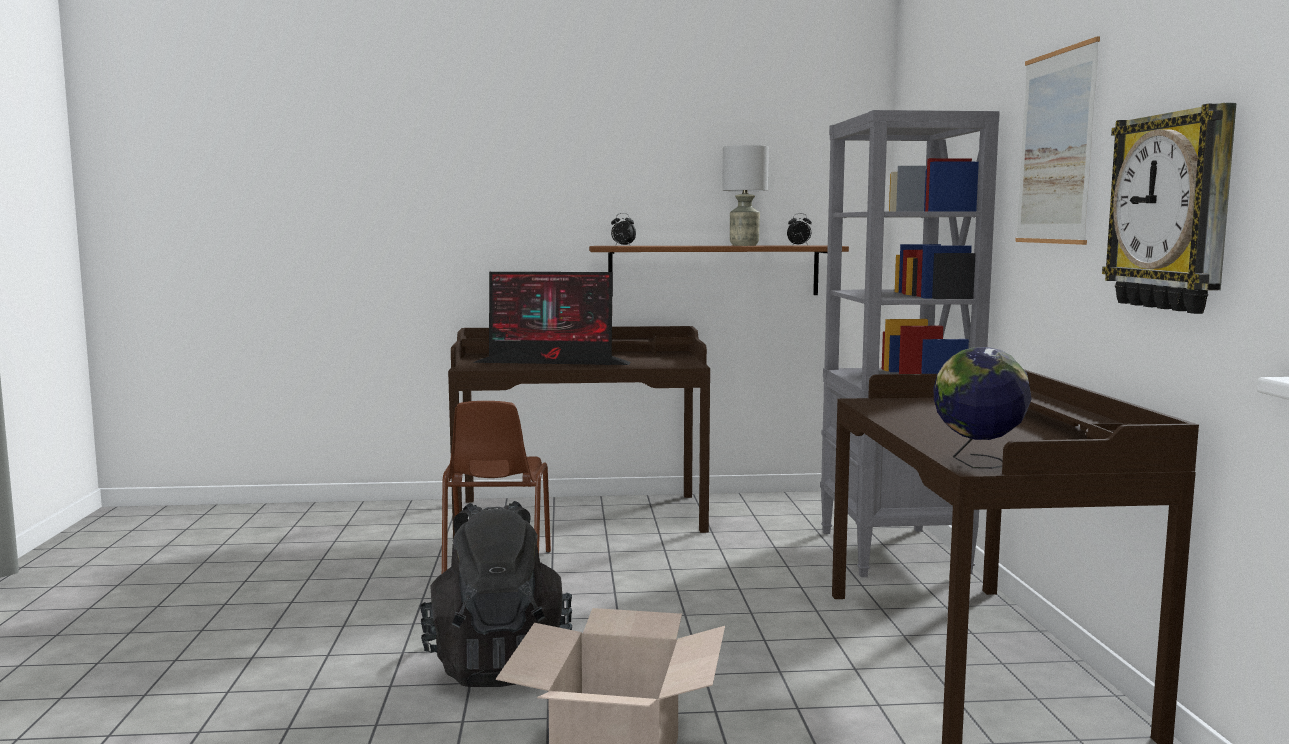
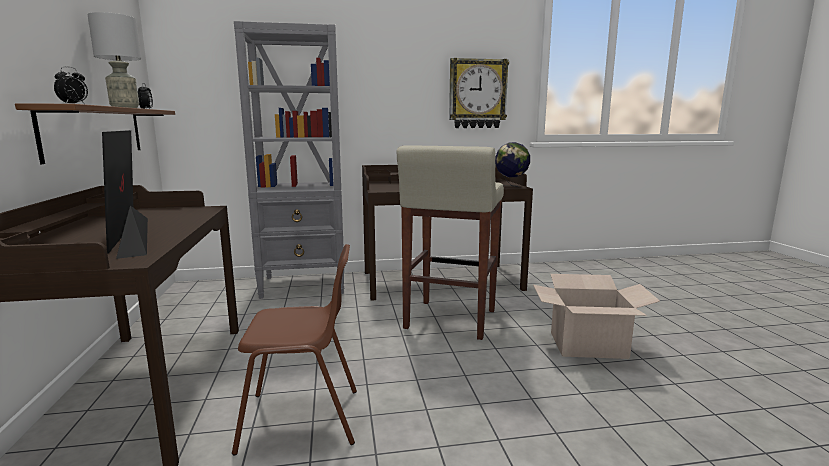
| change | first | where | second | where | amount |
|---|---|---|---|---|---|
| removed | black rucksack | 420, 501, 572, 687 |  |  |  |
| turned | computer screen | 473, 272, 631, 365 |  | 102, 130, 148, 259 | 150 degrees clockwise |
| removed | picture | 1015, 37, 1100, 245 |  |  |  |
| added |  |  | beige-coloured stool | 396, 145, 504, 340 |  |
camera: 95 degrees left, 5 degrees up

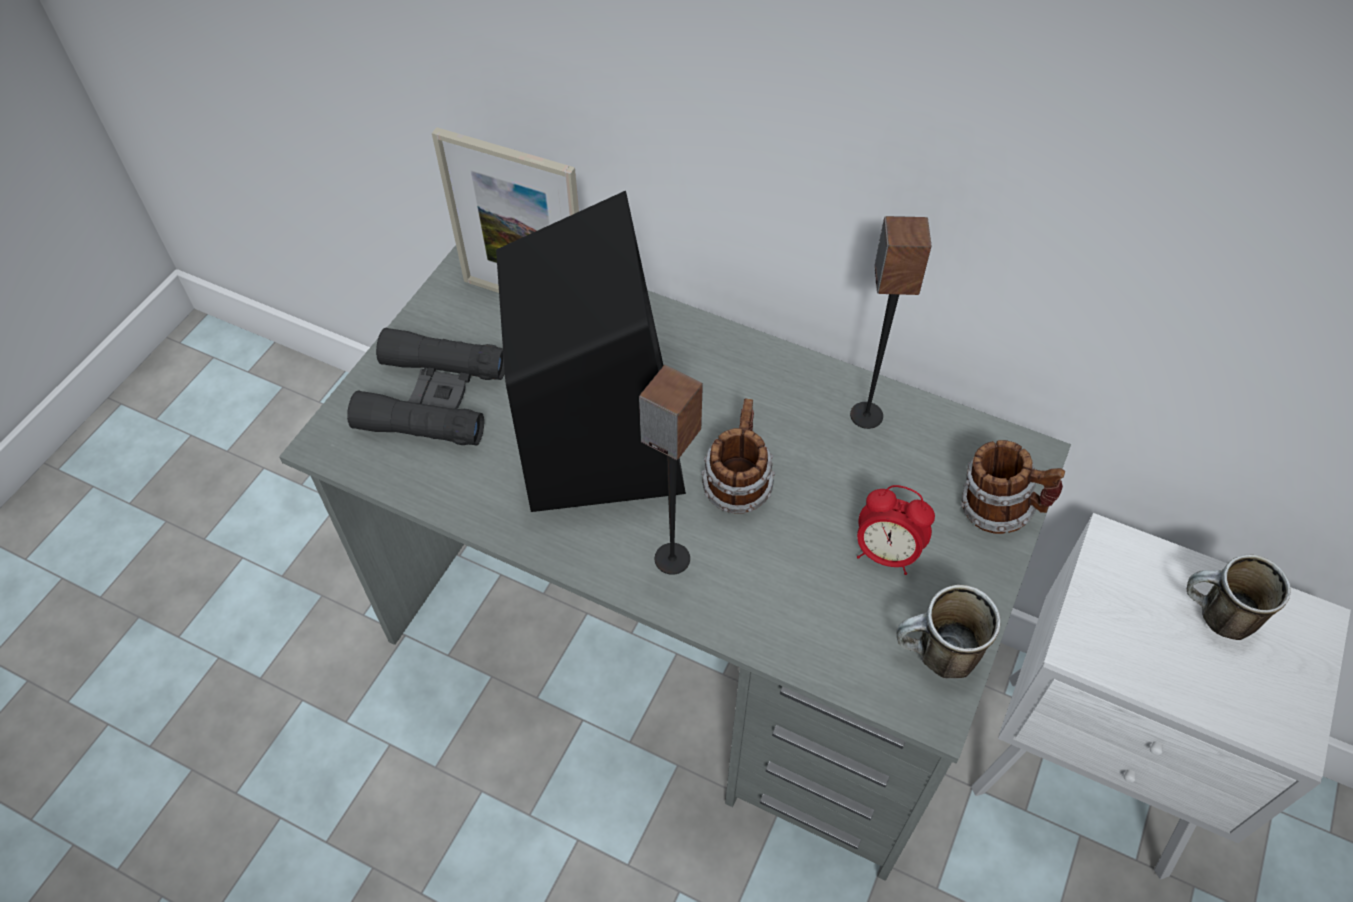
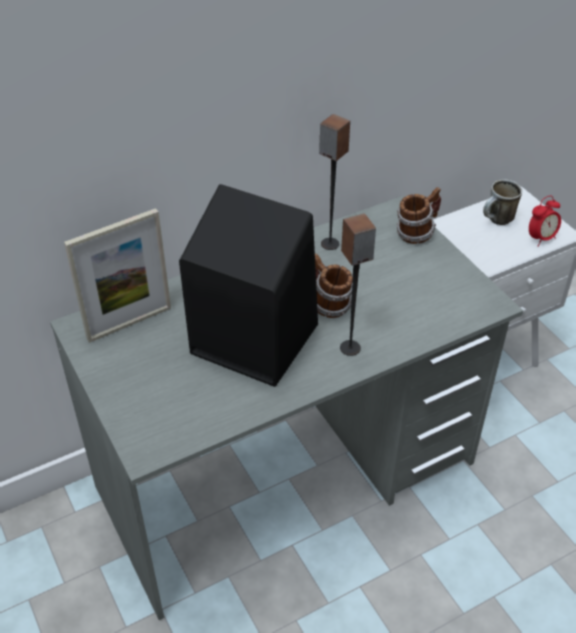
| change | first | where | second | where | amount |
|---|---|---|---|---|---|
| removed | black field glasses | 347, 328, 505, 446 |  |  |  |
| moved | alarm clock | 857, 485, 935, 575 |  | 529, 196, 561, 247 |  |
| removed | tea mug | 896, 585, 1000, 678 |  |  |  |
camera: 55 degrees left, 10 degrees down

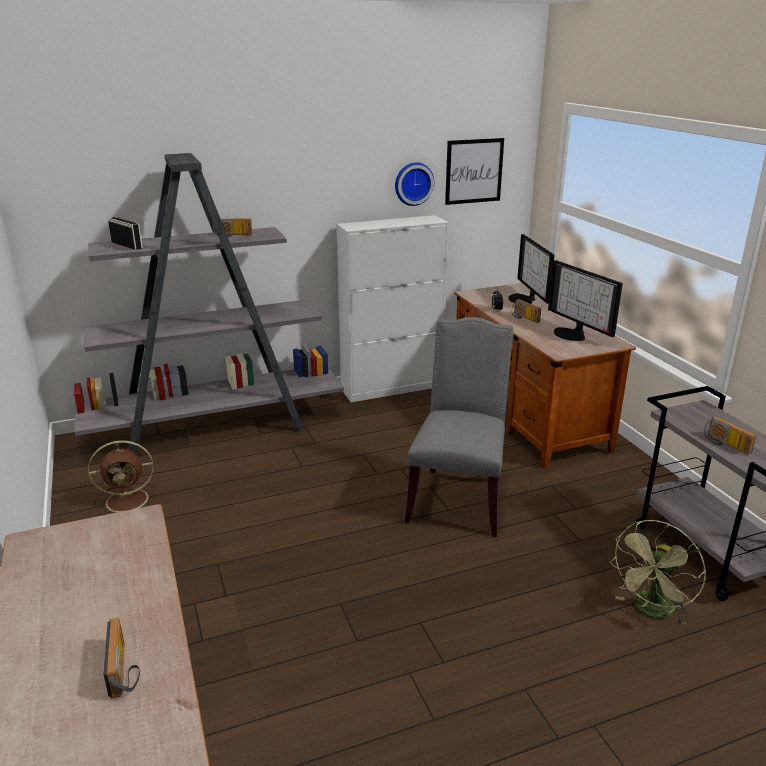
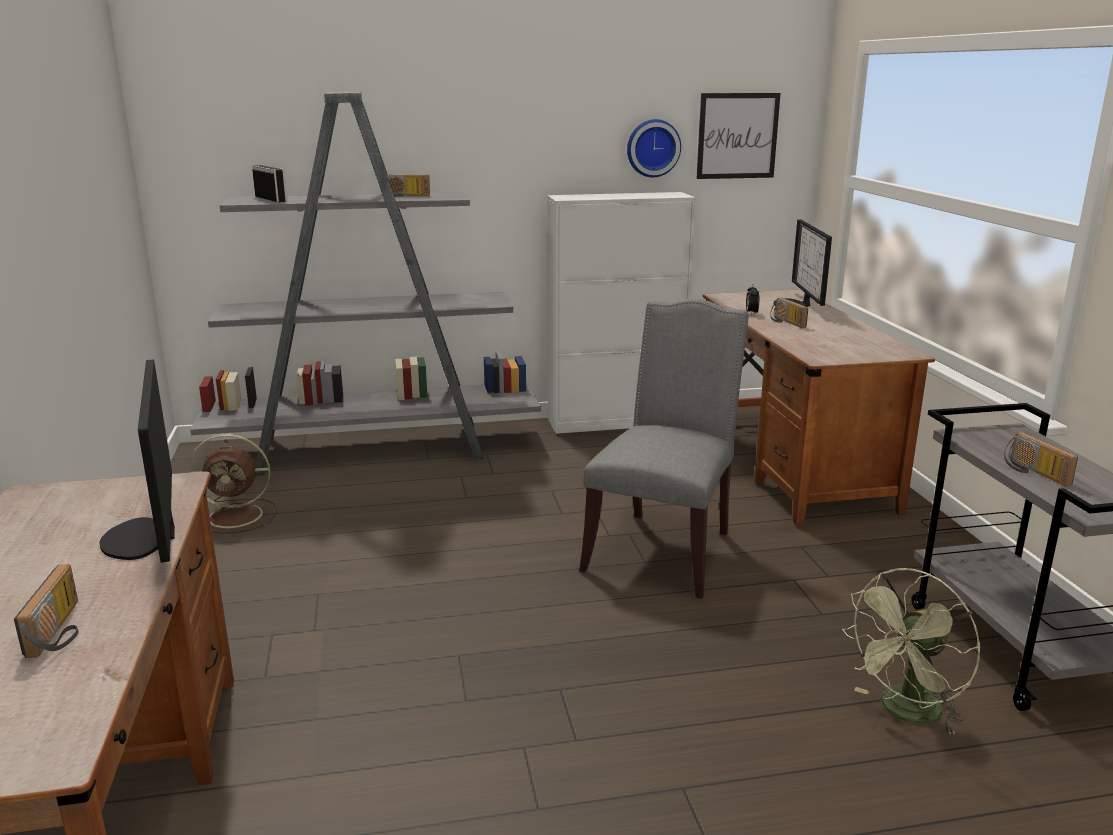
| change | first | where | second | where | amount |
|---|---|---|---|---|---|
| moved | computer screen | 548, 260, 623, 341 |  | 99, 359, 175, 563 |  |
camera: 10 degrees right, 5 degrees down

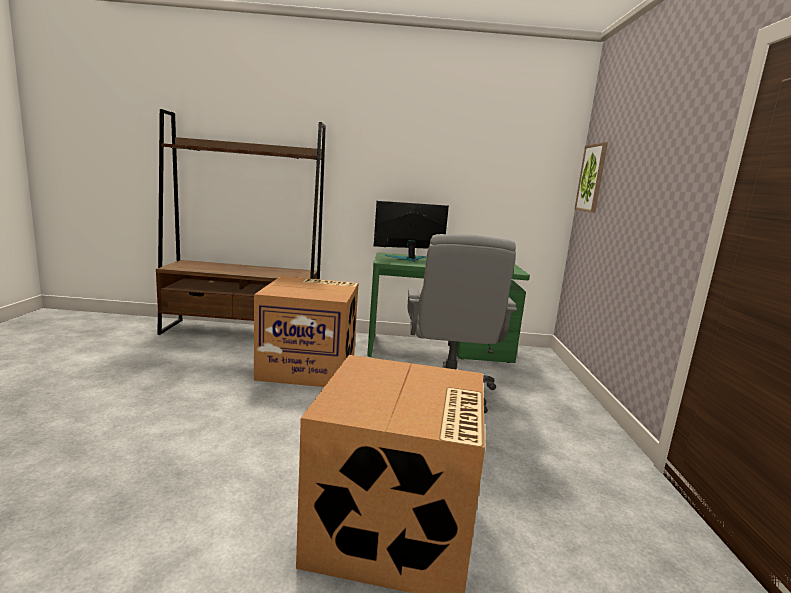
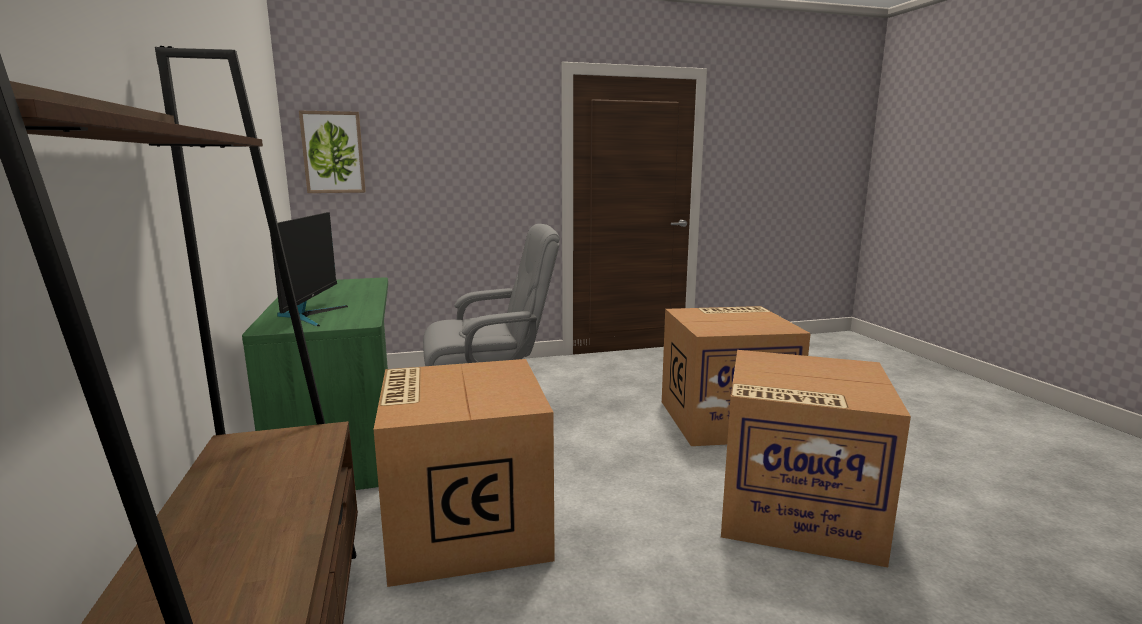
| change | first | where | second | where | amount |
|---|---|---|---|---|---|
| turned | computer screen | 374, 201, 449, 262 |  | 270, 212, 348, 326 | 150 degrees counterclockwise |
| added |  |  | cardboard box | 721, 350, 911, 567 |  |
camera: 105 degrees left, 0 degrees up

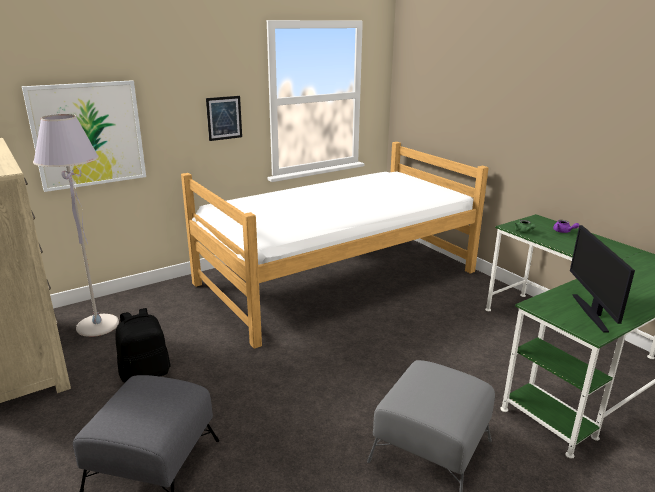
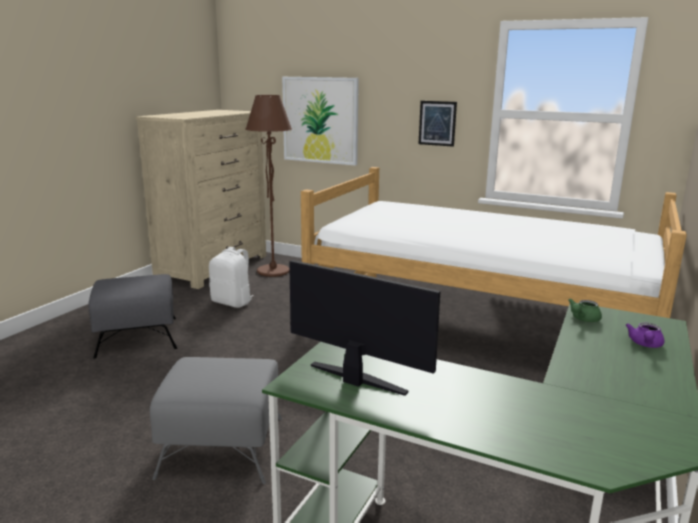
| change | first | where | second | where | amount |
|---|---|---|---|---|---|
| recoloured | greyish floor lamp | 33, 114, 119, 337 | brown floor lamp | 245, 95, 292, 277 |  |
| recoloured | black rucksack | 115, 308, 171, 382 | whitish rucksack | 209, 247, 254, 308 |  |
| turned | computer screen | 570, 225, 635, 333 |  | 289, 260, 441, 396 | 60 degrees clockwise |
camera: 60 degrees right, 5 degrees down

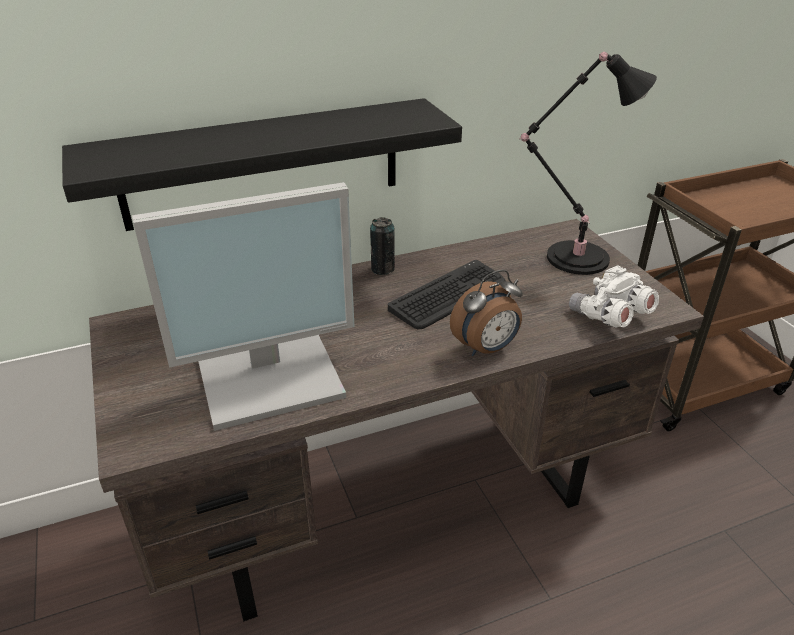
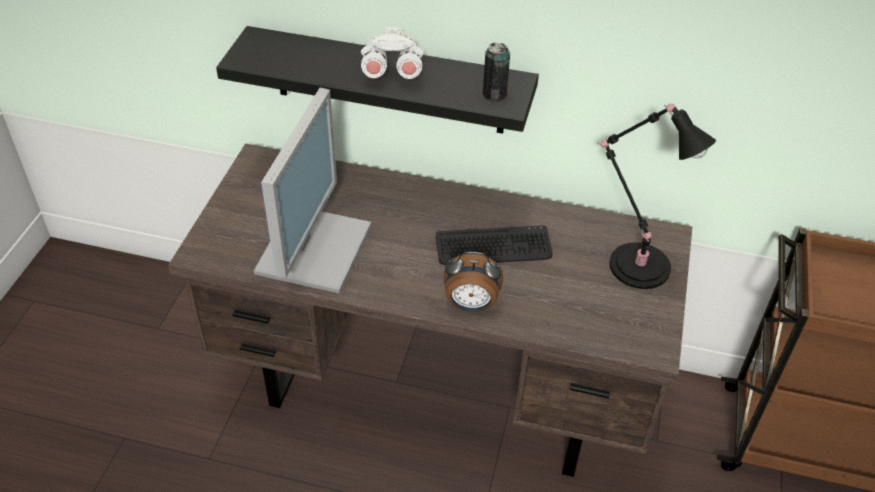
| change | first | where | second | where | amount |
|---|---|---|---|---|---|
| turned | computer screen | 132, 182, 354, 431 |  | 254, 88, 371, 294 | 90 degrees counterclockwise |
| moved | can | 370, 217, 395, 275 |  | 483, 42, 510, 101 |  |
| moved | whitish field glasses | 569, 265, 659, 328 |  | 361, 27, 424, 79 |  |
camera: 35 degrees right, 10 degrees up

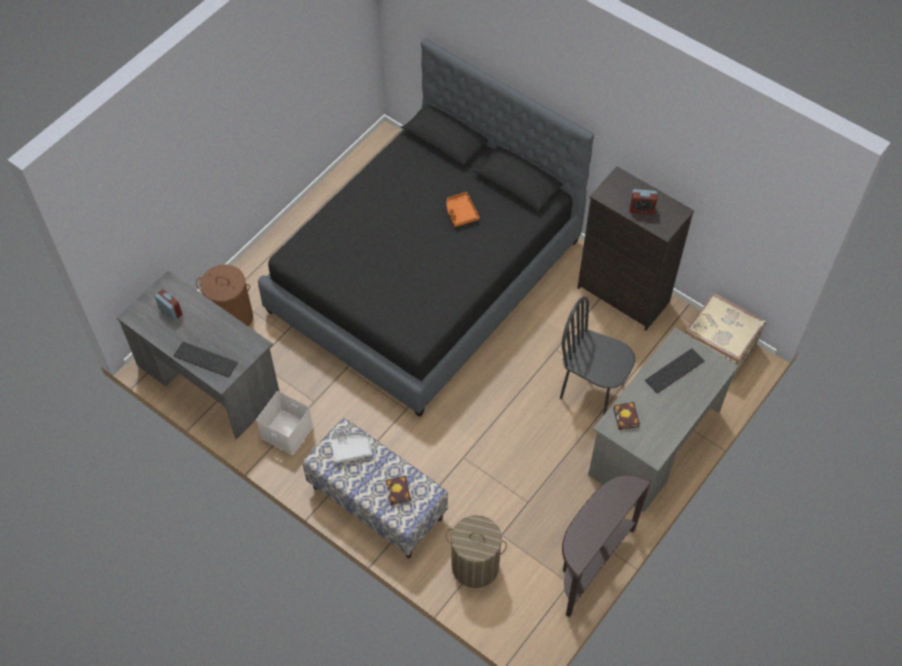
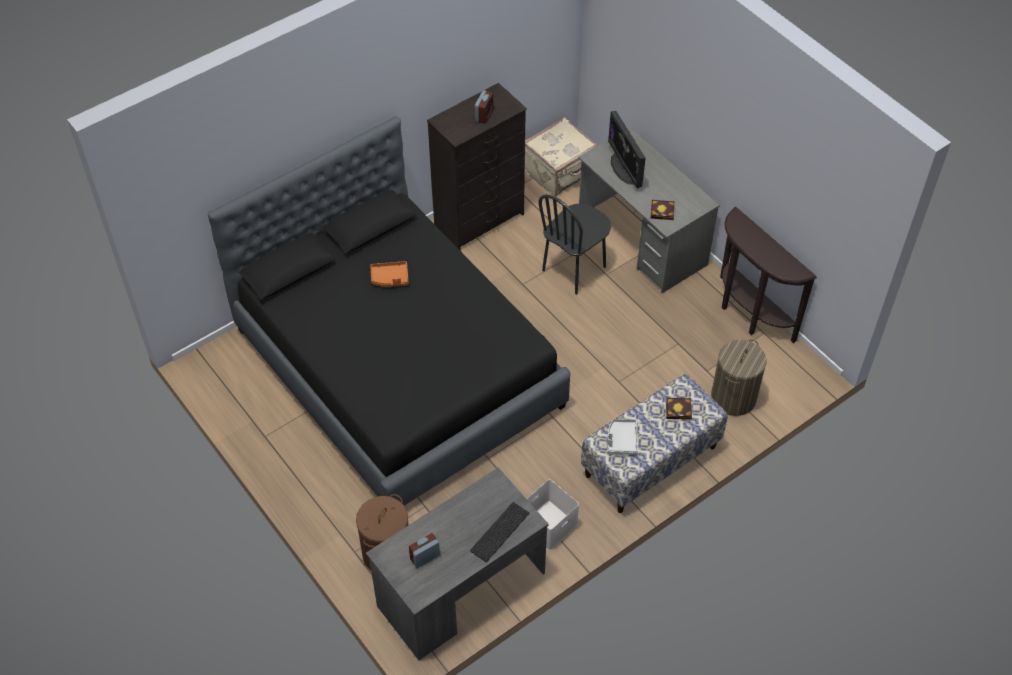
| change | first | where | second | where | amount |
|---|---|---|---|---|---|
| replaced | computer keyboard | 645, 348, 705, 393 | computer screen | 608, 111, 646, 189 |  |
camera: 75 degrees left, 5 degrees down

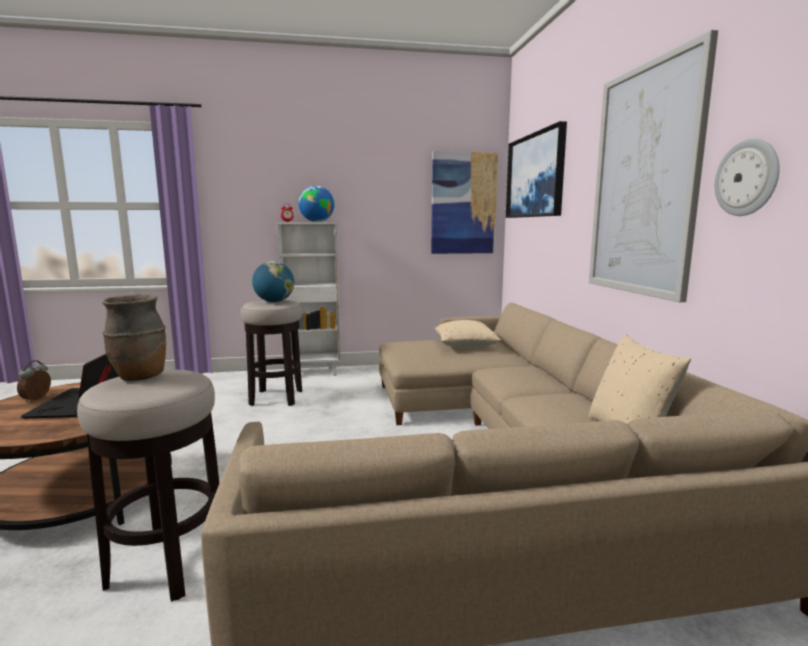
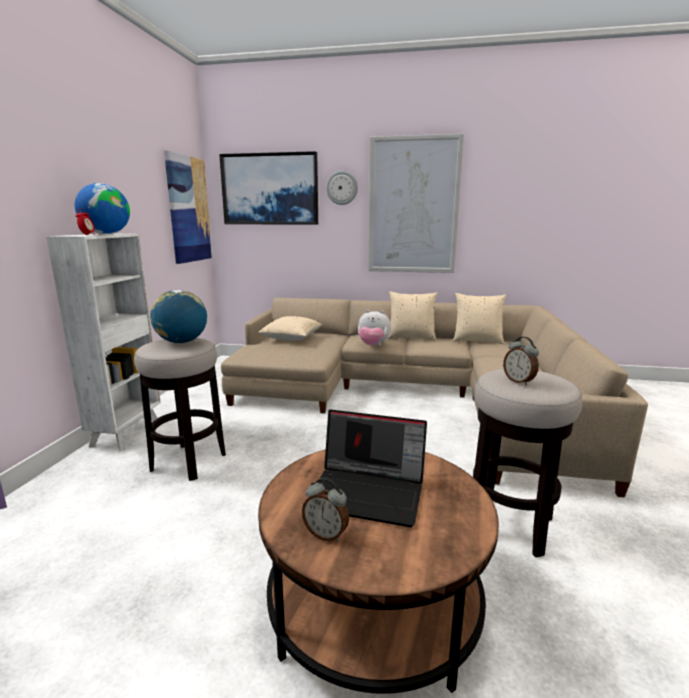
| change | first | where | second | where | amount |
|---|---|---|---|---|---|
| replaced | brown flower vase | 102, 294, 166, 381 | alarm clock | 503, 337, 539, 385 |  |
| moved | wall clock | 715, 139, 779, 216 |  | 326, 171, 358, 205 |  |
| added |  |  | plush toy | 358, 310, 391, 346 |  |
| added |  |  | beige-coloured pillow | 387, 291, 437, 341 |  |
camera: 70 degrees left, 5 degrees up

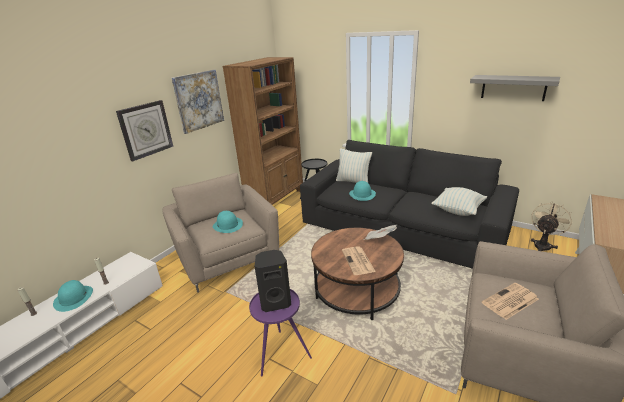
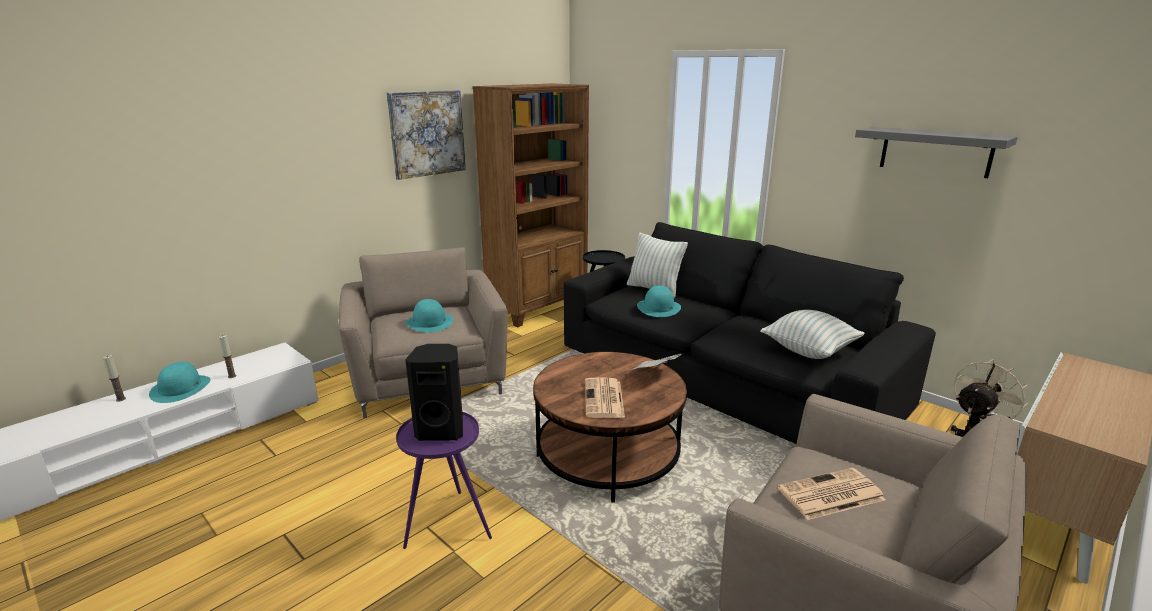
| change | first | where | second | where | amount |
|---|---|---|---|---|---|
| removed | wall clock | 116, 100, 173, 161 |  |  |  |
camera: 10 degrees right, 5 degrees down

